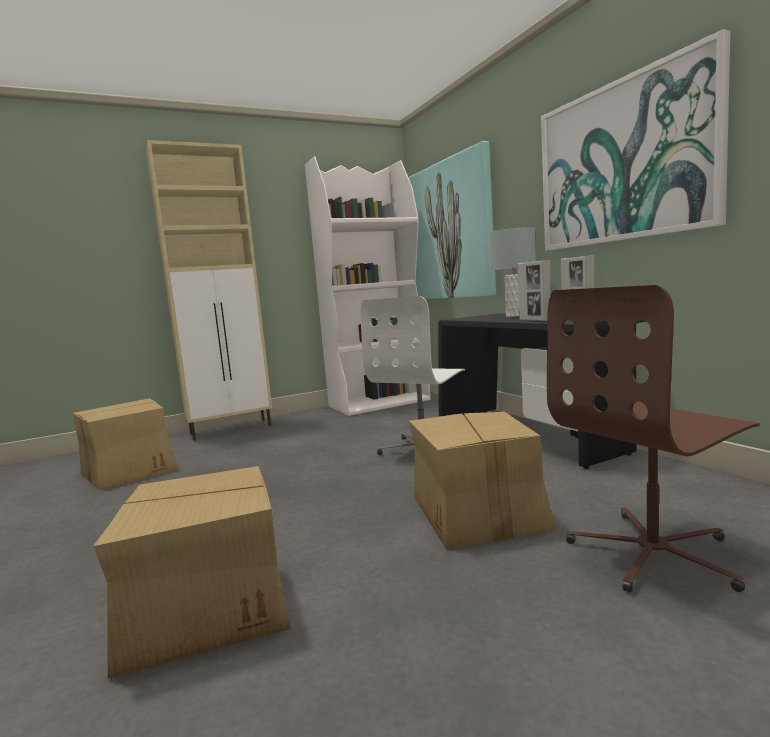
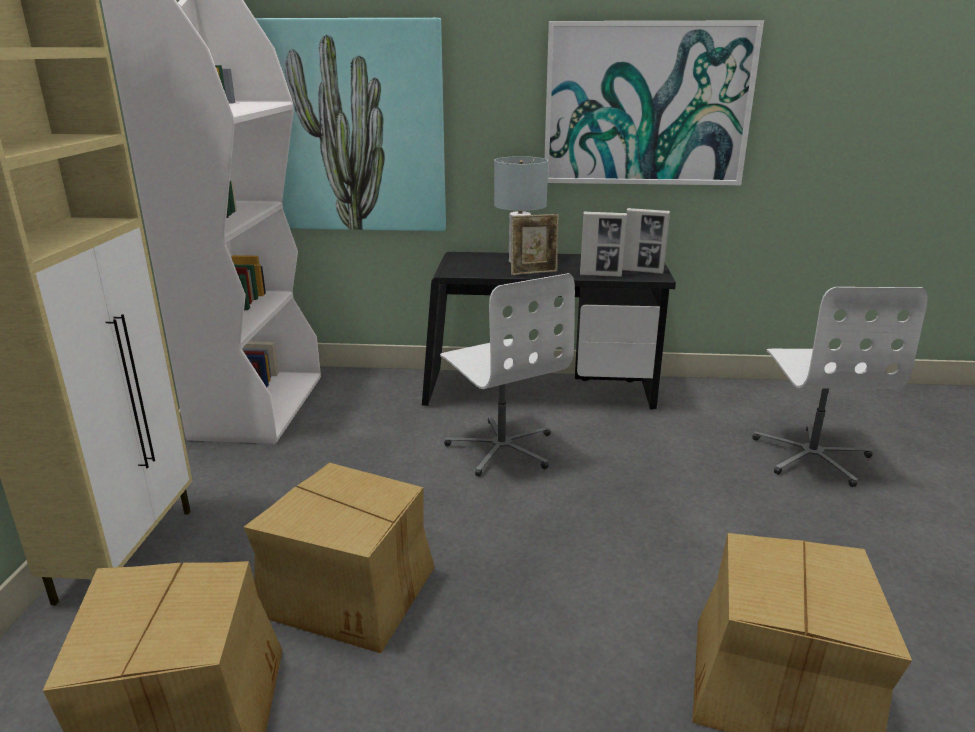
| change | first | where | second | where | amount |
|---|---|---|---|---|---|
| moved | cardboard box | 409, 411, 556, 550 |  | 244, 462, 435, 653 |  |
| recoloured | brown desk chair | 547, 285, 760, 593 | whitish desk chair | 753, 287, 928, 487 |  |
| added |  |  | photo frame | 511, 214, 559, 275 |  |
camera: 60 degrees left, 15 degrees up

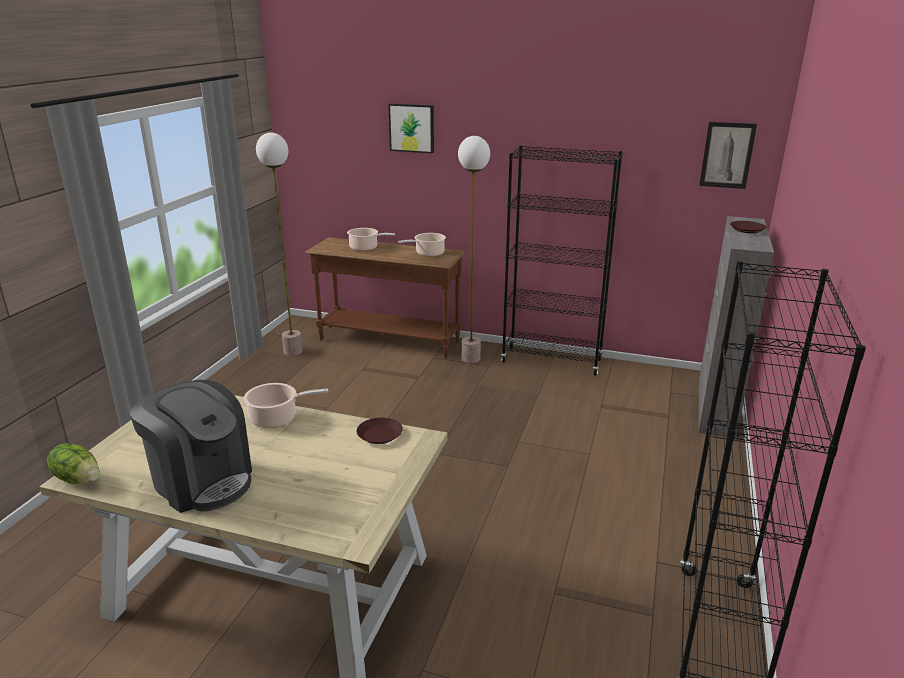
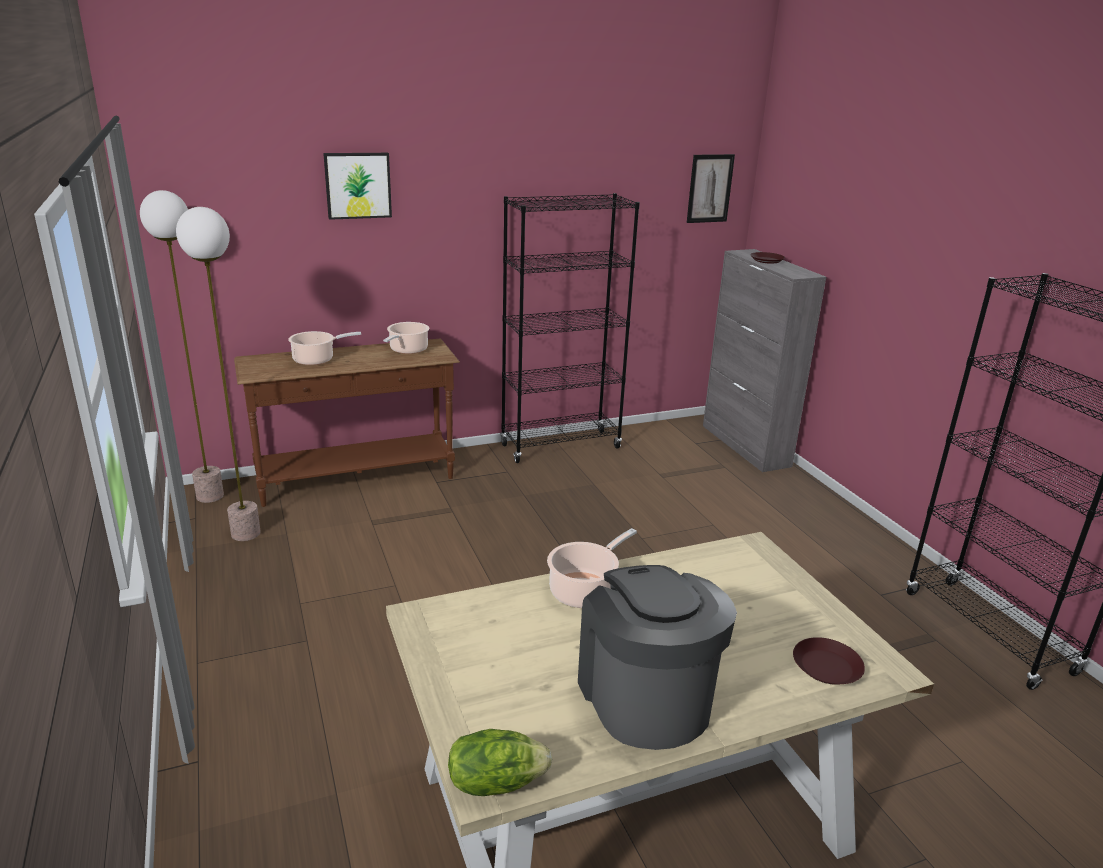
| change | first | where | second | where | amount |
|---|---|---|---|---|---|
| turned | coffee machine | 130, 380, 252, 513 |  | 578, 565, 737, 750 | 105 degrees counterclockwise |
| moved | brown dinner plate | 357, 418, 403, 444 |  | 793, 637, 865, 685 |  |
| moved | floor lamp | 458, 136, 490, 363 |  | 140, 190, 224, 503 |  |
camera: 40 degrees left, 0 degrees up

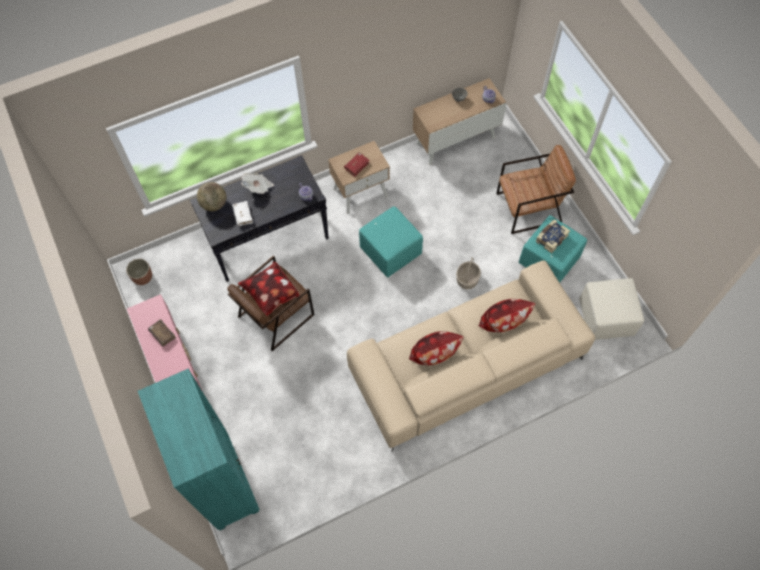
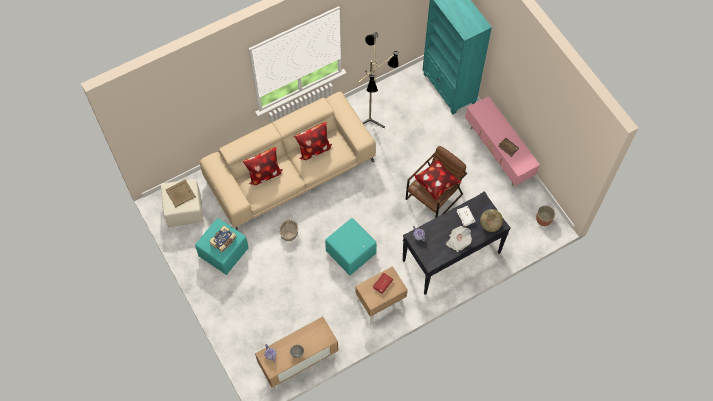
| change | first | where | second | where | amount |
|---|---|---|---|---|---|
| removed | brown lounge chair | 496, 145, 576, 234 |  |  |  |
| added |  |  | beige-coloured serving tray | 166, 179, 196, 207 |  |
| added |  |  | floor lamp | 359, 32, 399, 128 |  |
camera: 175 degrees right, 0 degrees up

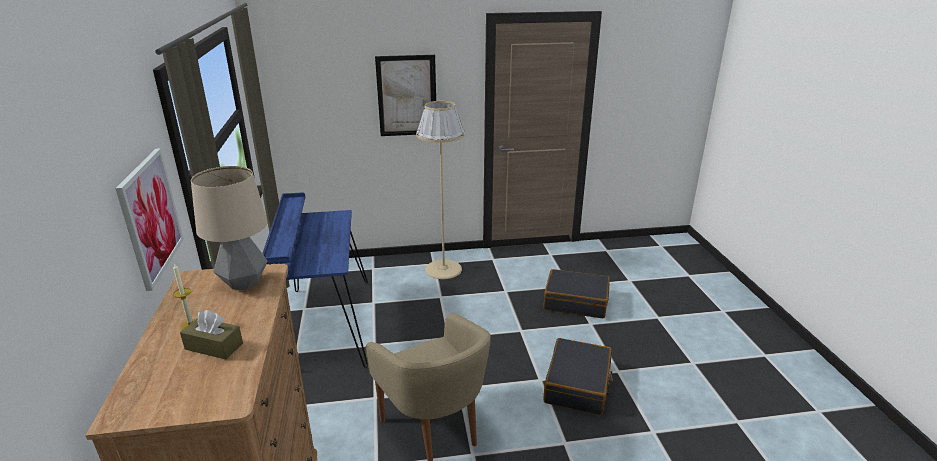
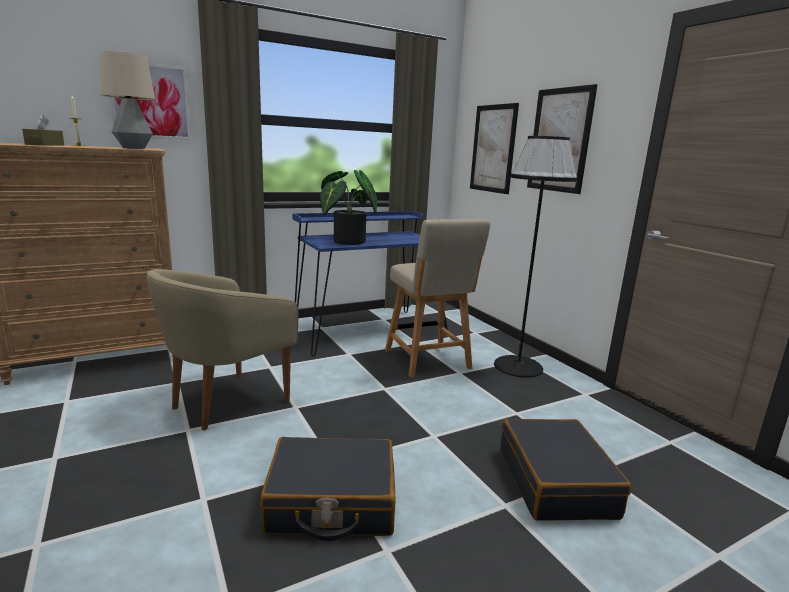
| change | first | where | second | where | amount |
|---|---|---|---|---|---|
| recoloured | beige-coloured floor lamp | 416, 101, 465, 279 | black floor lamp | 494, 136, 577, 378 |  |
| added |  |  | potted plant | 320, 170, 377, 245 |  |
| added |  |  | beige-coloured upright chair | 385, 219, 490, 378 |  |
| added |  |  | picture | 470, 103, 519, 194 |  |
camera: 70 degrees right, 10 degrees down

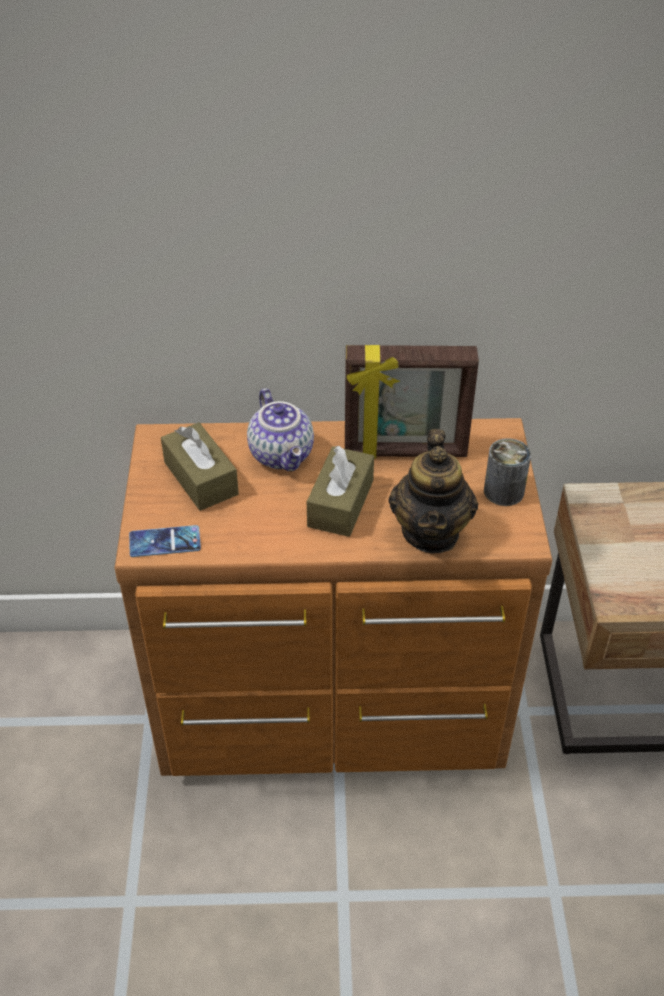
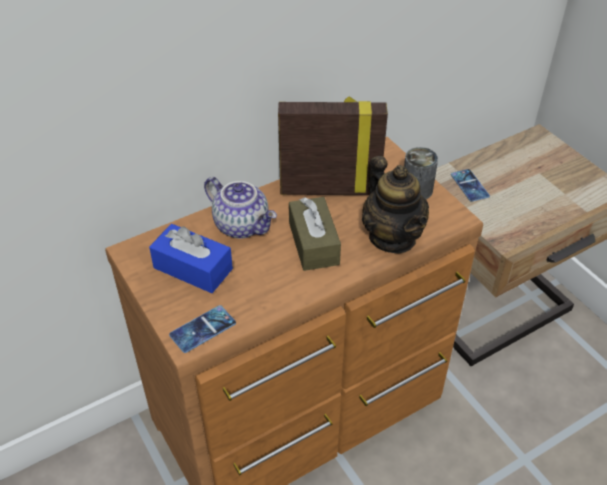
| change | first | where | second | where | amount |
|---|---|---|---|---|---|
| recoloured | brown tissue holder | 161, 422, 239, 511 | blue tissue holder | 149, 224, 233, 293 |  |
| turned | photo frame | 345, 345, 479, 459 |  | 278, 97, 388, 195 | 150 degrees counterclockwise |
| added |  |  | handset | 451, 169, 490, 202 |  |
camera: 30 degrees left, 0 degrees up

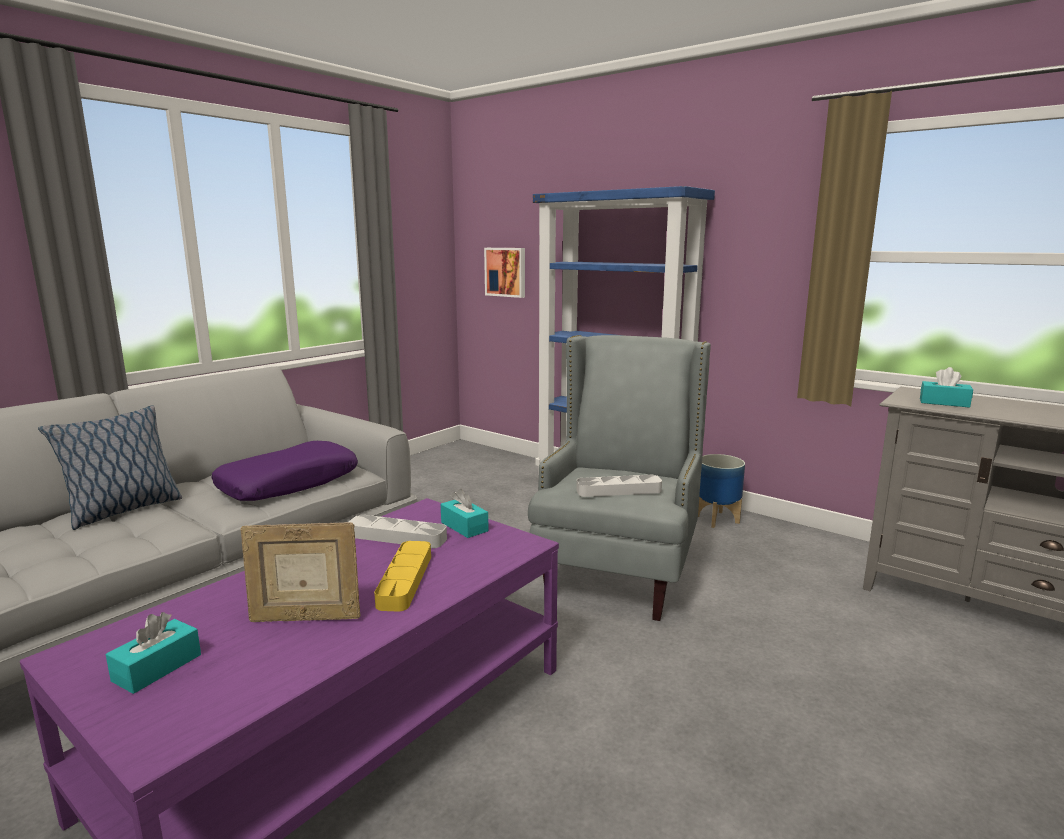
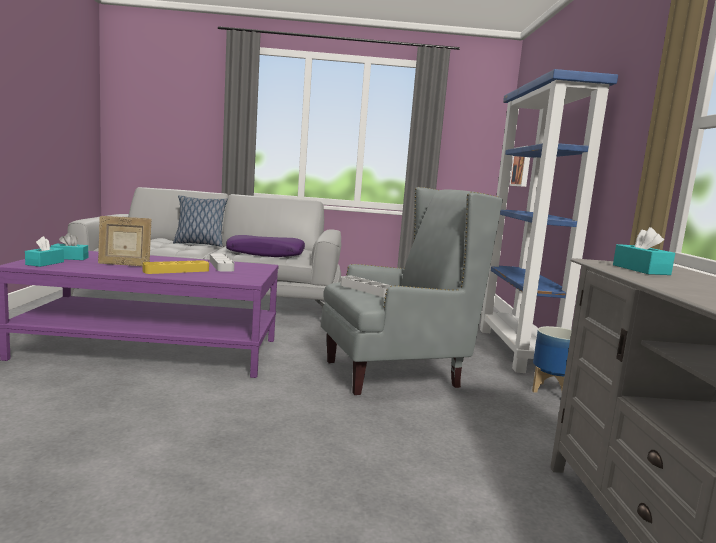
| change | first | where | second | where | amount |
|---|---|---|---|---|---|
| turned | photo frame | 241, 522, 360, 622 |  | 98, 216, 152, 266 | 45 degrees counterclockwise |
| moved | turquoise tissue holder | 441, 489, 489, 538 |  | 25, 236, 64, 267 |  |
camera: 50 degrees right, 5 degrees down

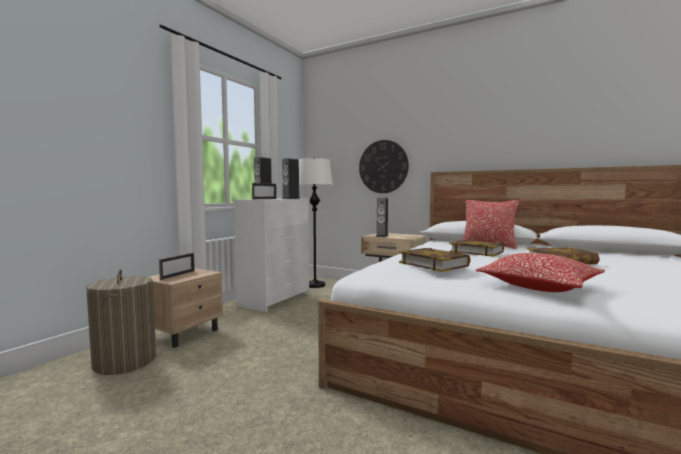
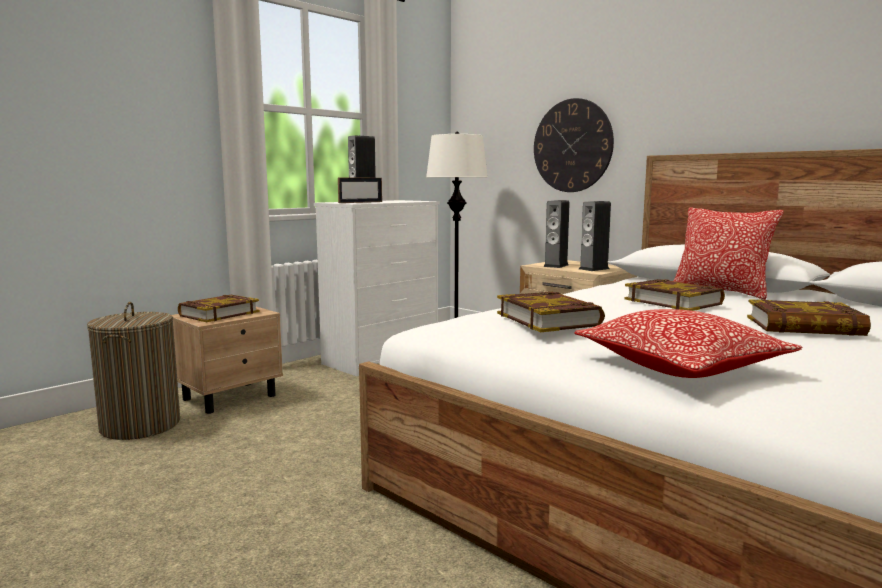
| change | first | where | second | where | amount |
|---|---|---|---|---|---|
| replaced | photo frame | 159, 253, 195, 280 | bound book | 178, 295, 259, 322 |  |
| moved | loudspeaker | 282, 158, 300, 199 |  | 579, 201, 611, 271 |  |
camera: 15 degrees right, 5 degrees up

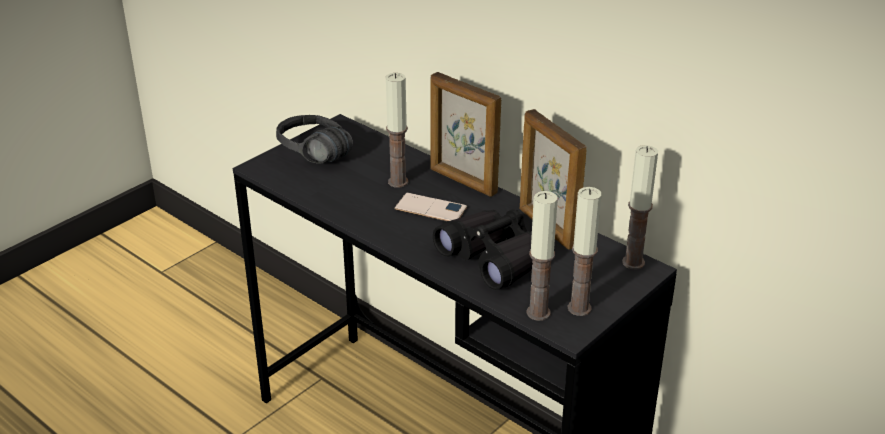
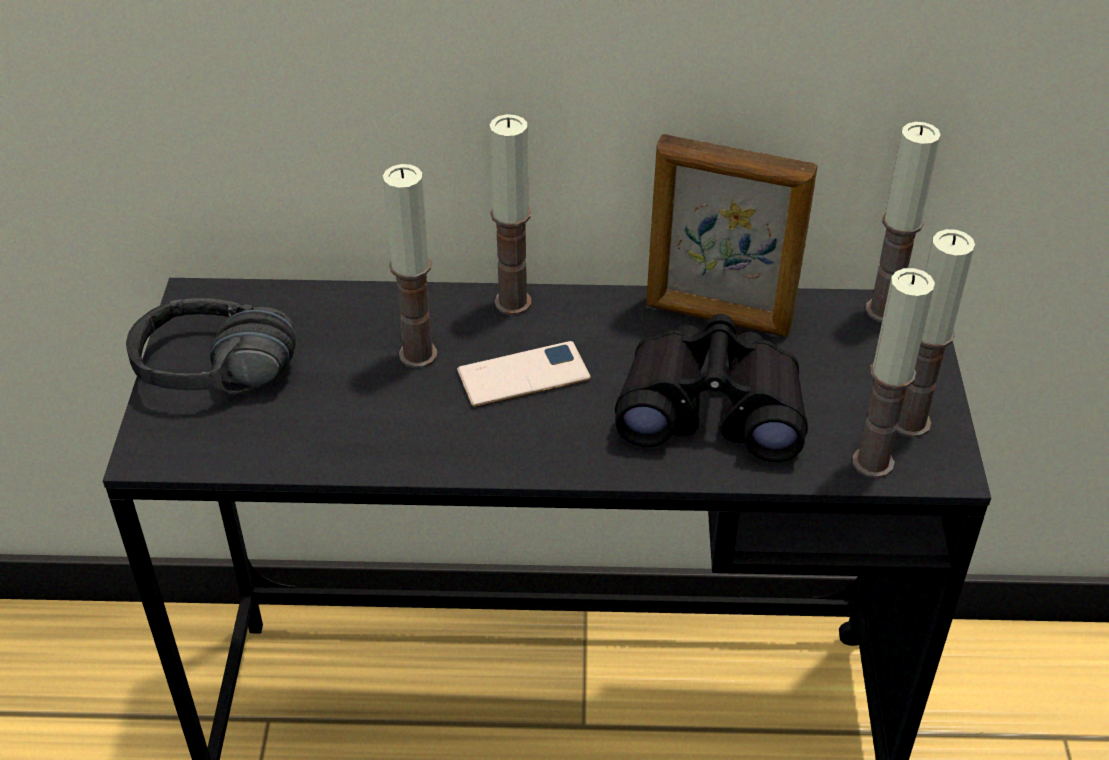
| change | first | where | second | where | amount |
|---|---|---|---|---|---|
| replaced | photo frame | 430, 72, 501, 197 | wax light | 489, 114, 531, 315 |  |
camera: 40 degrees left, 10 degrees up

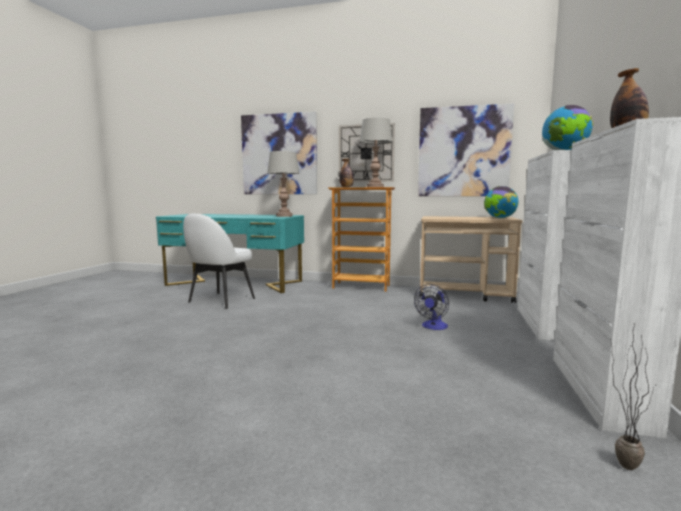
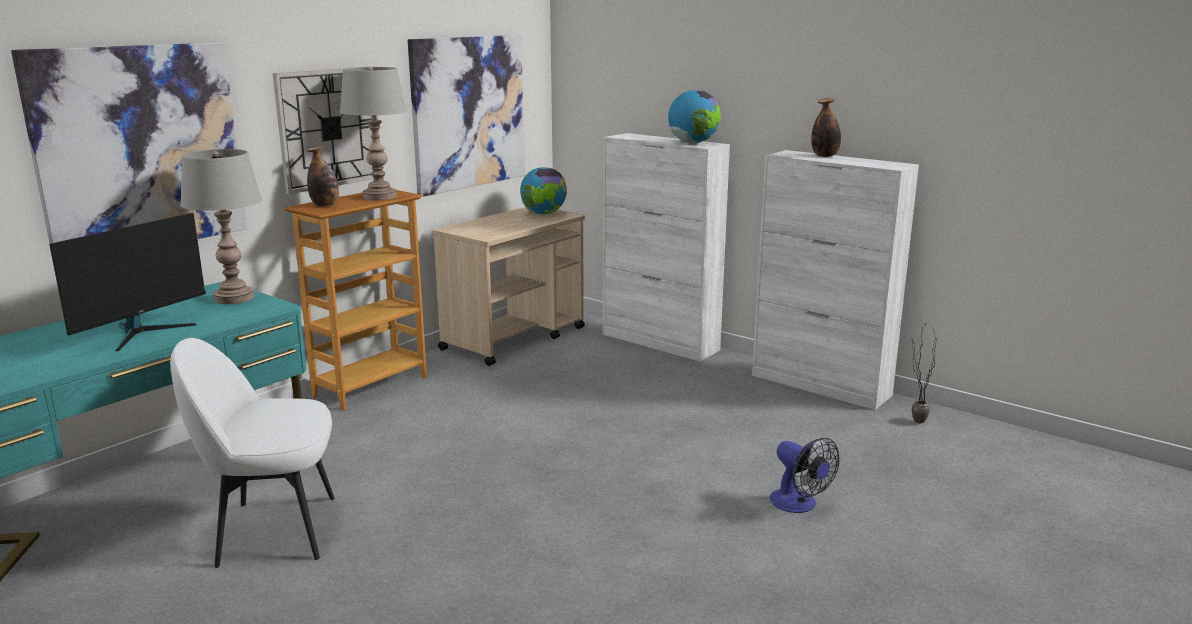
| change | first | where | second | where | amount |
|---|---|---|---|---|---|
| turned | whitish upright chair | 183, 213, 255, 309 |  | 170, 338, 335, 568 | 120 degrees clockwise |
| moved | cooling fan | 414, 284, 449, 330 |  | 770, 438, 840, 513 |  |
| added |  |  | computer screen | 49, 213, 206, 351 |  |
camera: 65 degrees left, 10 degrees up

